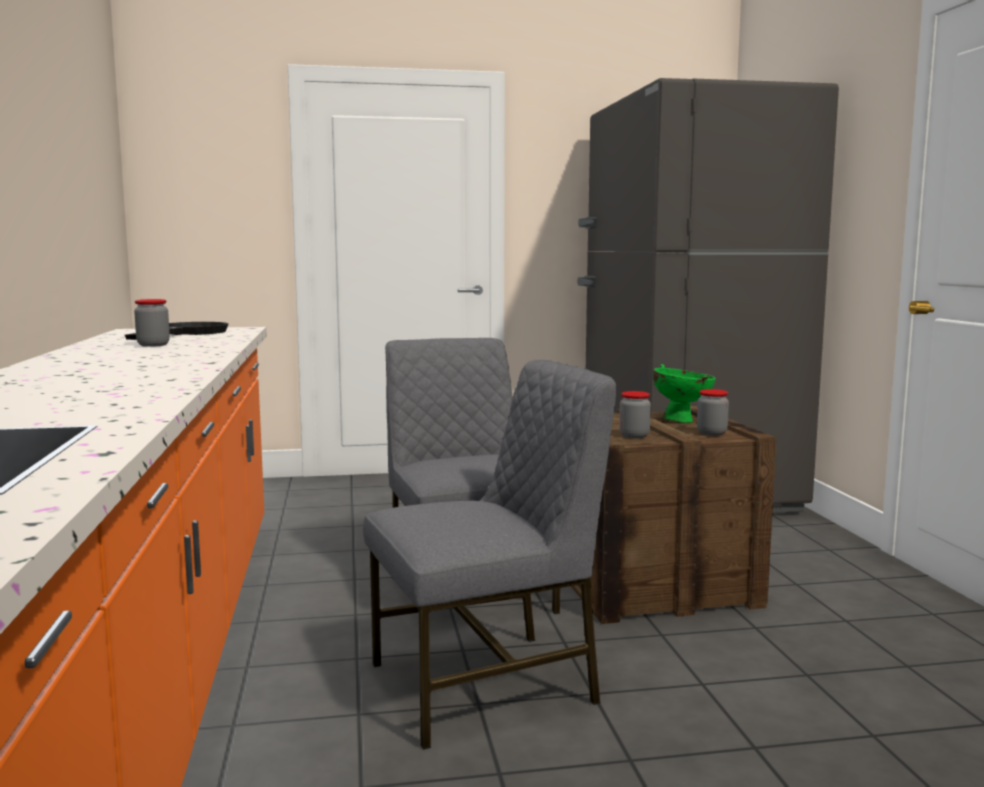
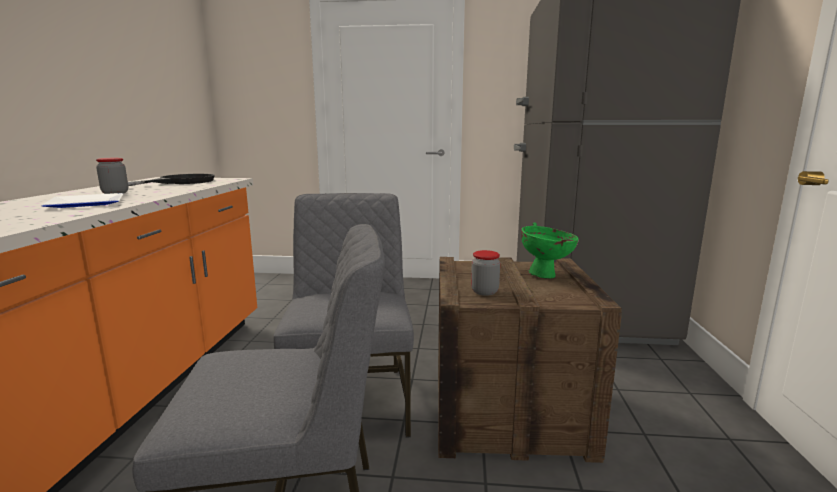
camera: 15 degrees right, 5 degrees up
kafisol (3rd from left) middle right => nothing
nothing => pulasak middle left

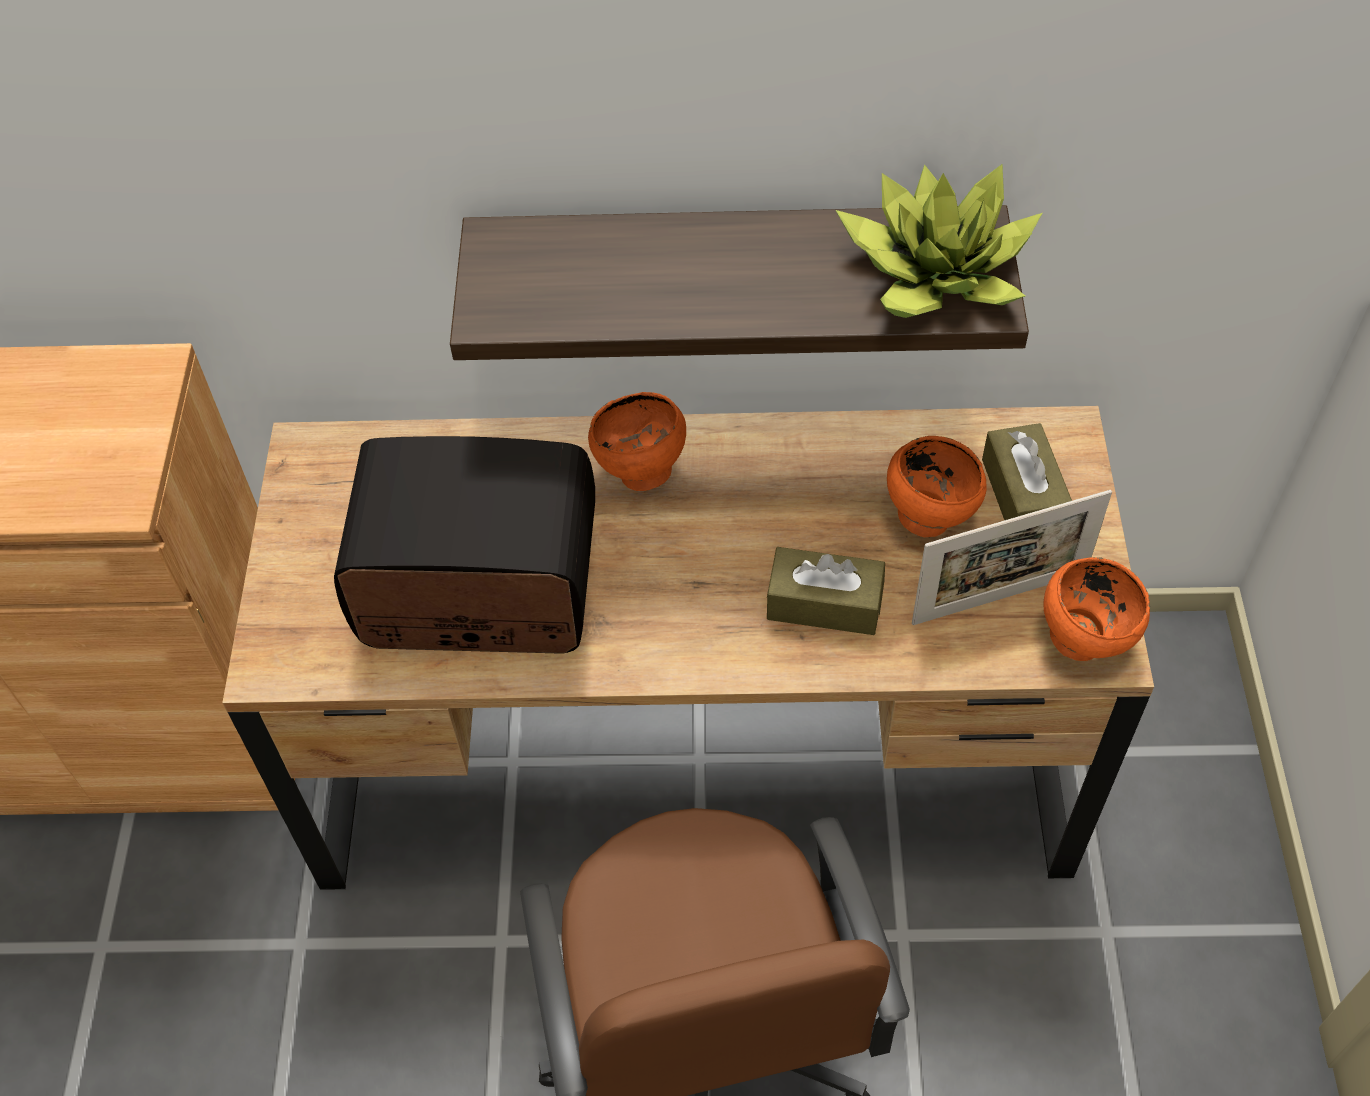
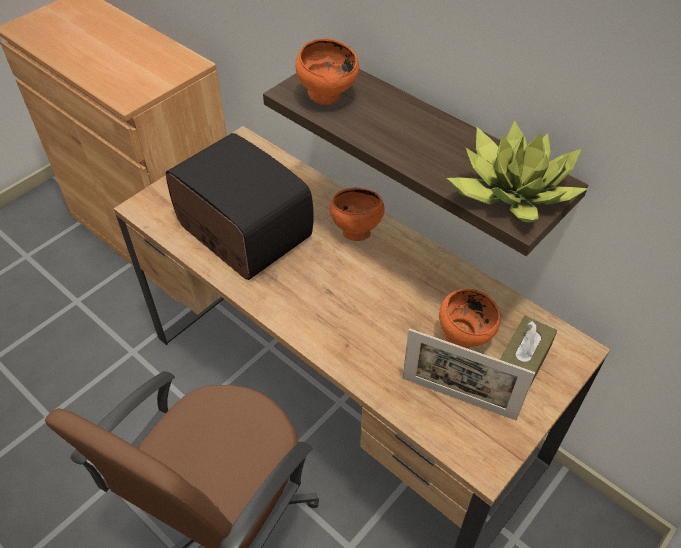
camera: 40 degrees right, 5 degrees down
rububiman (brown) (1st from left) centre => nothing
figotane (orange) (3rd from left in the first image) middle right => figotane (orange) (1st from left) top centre, move

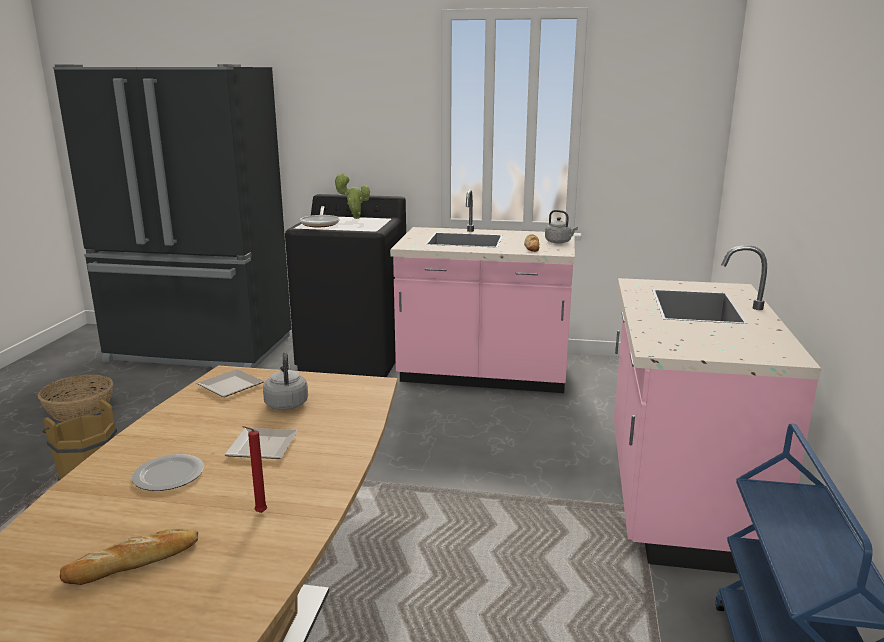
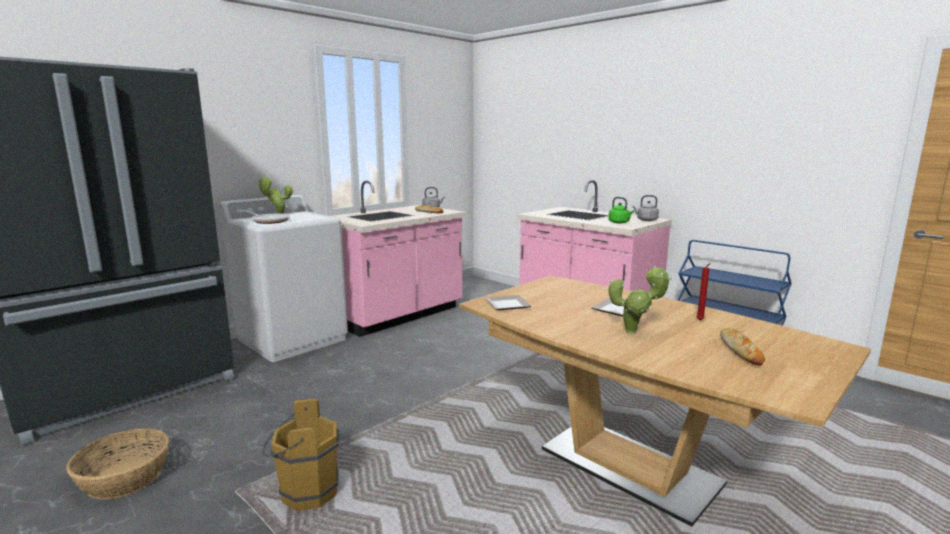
camera: 55 degrees left, 5 degrees down
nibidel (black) centre => nibidel (white) middle left
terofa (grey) (1st from left in the first image) middle left => terofa (grey) (2nd from left) middle right, move
pulasak (1st from left) bottom left => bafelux (2nd from left) middle right
nothing => terofa (green) centre

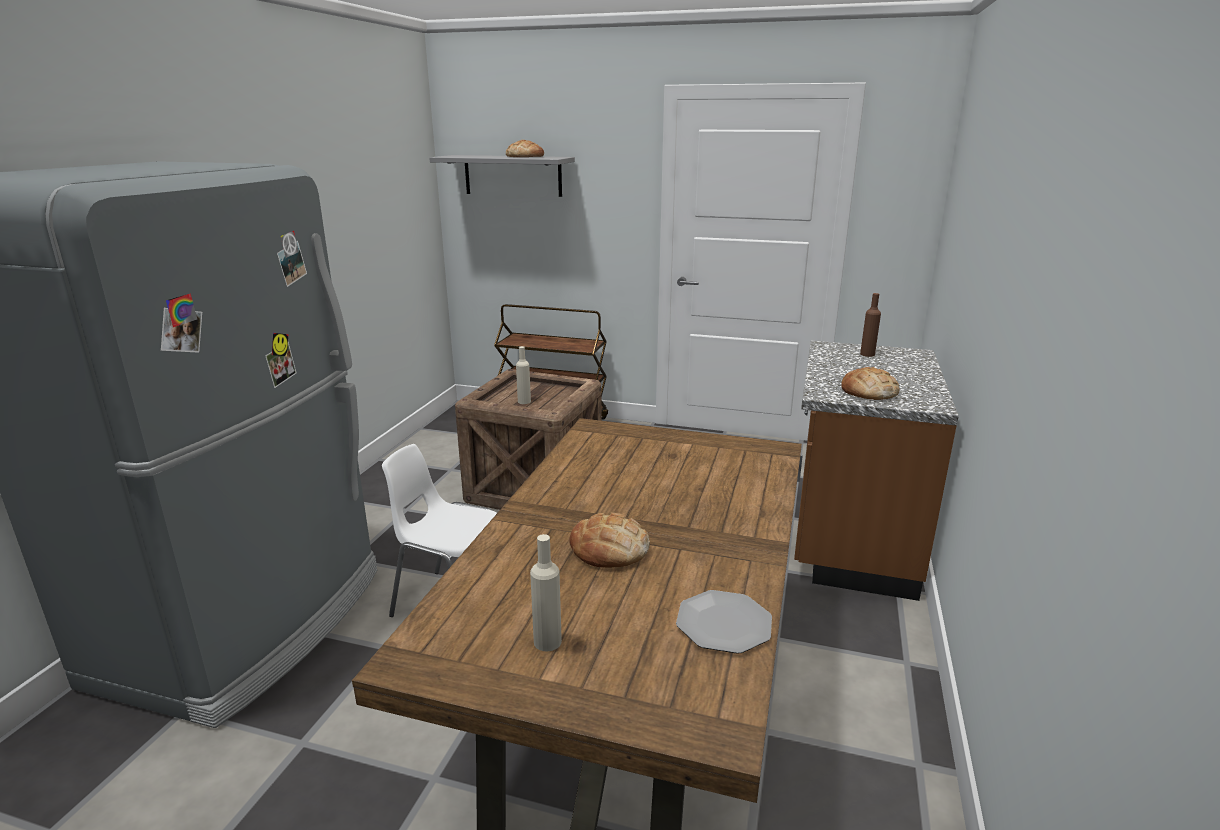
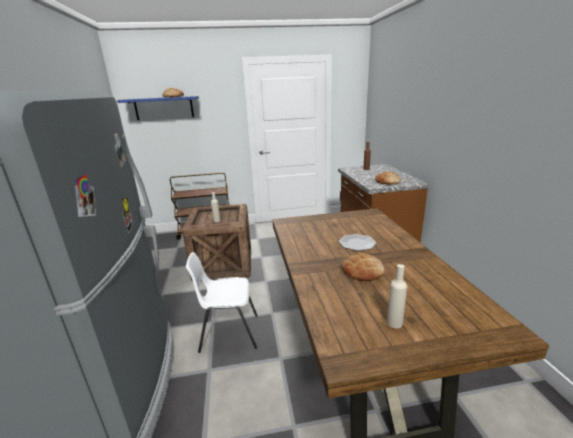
camera: 25 degrees left, 0 degrees up
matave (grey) top centre => matave (blue) top left
pulasak bottom centre => pulasak centre, move

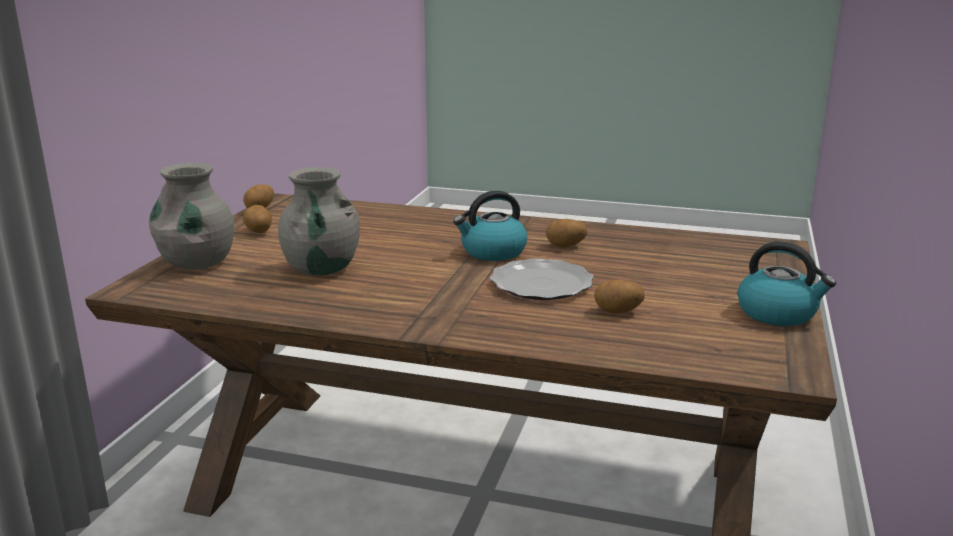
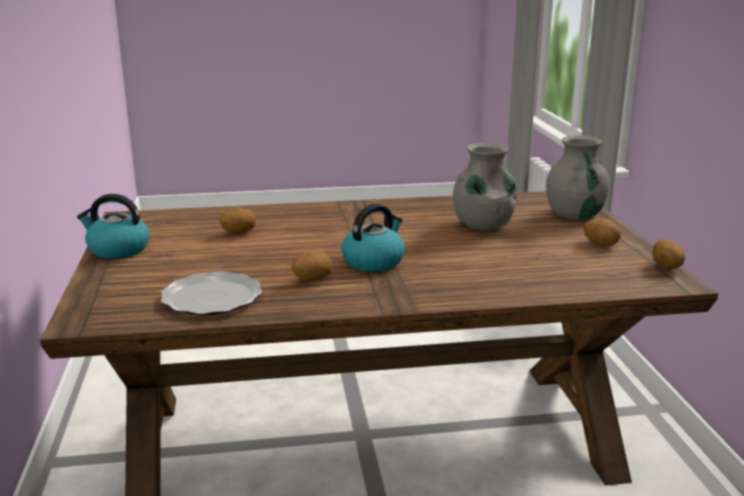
camera: 155 degrees right, 0 degrees up
pulasak centre => pulasak middle left, move

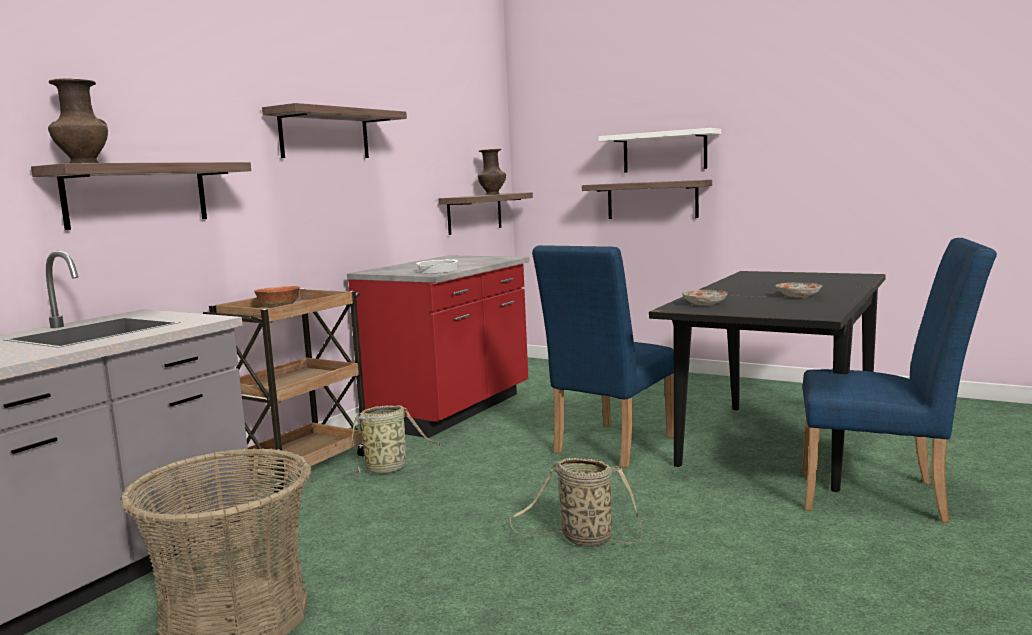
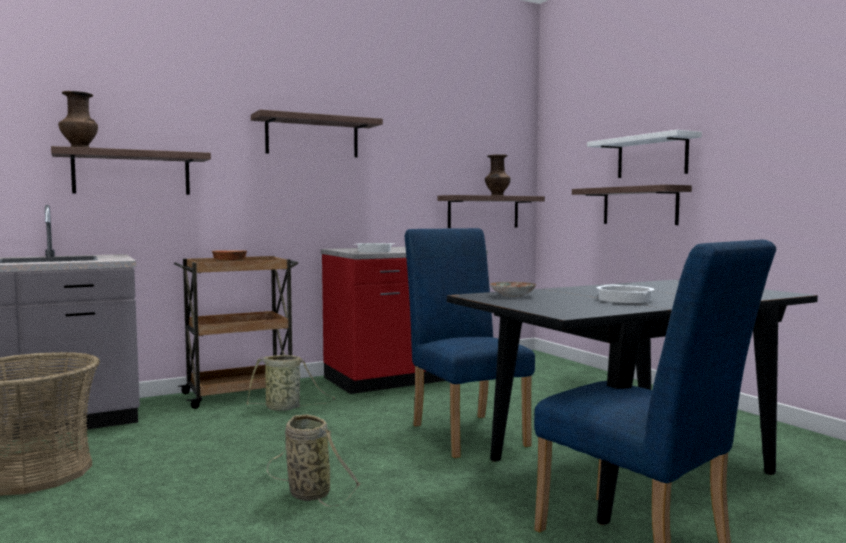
camera: 30 degrees right, 5 degrees down
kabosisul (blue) (1st from left) centre, 90 degrees clockwise
pulasak (2nd from left) middle right => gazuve (2nd from left) middle right

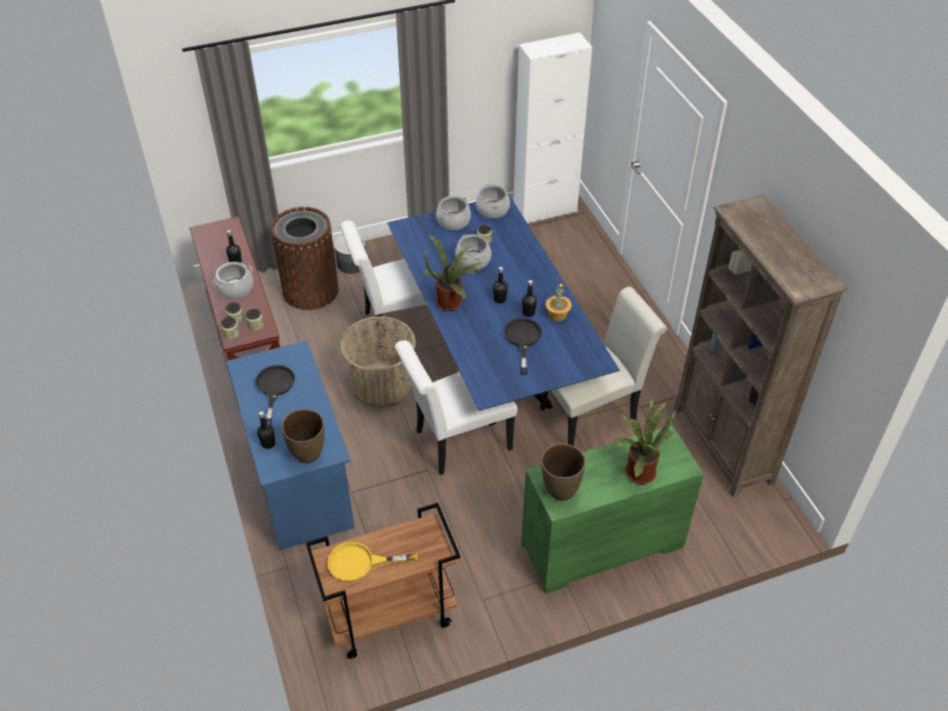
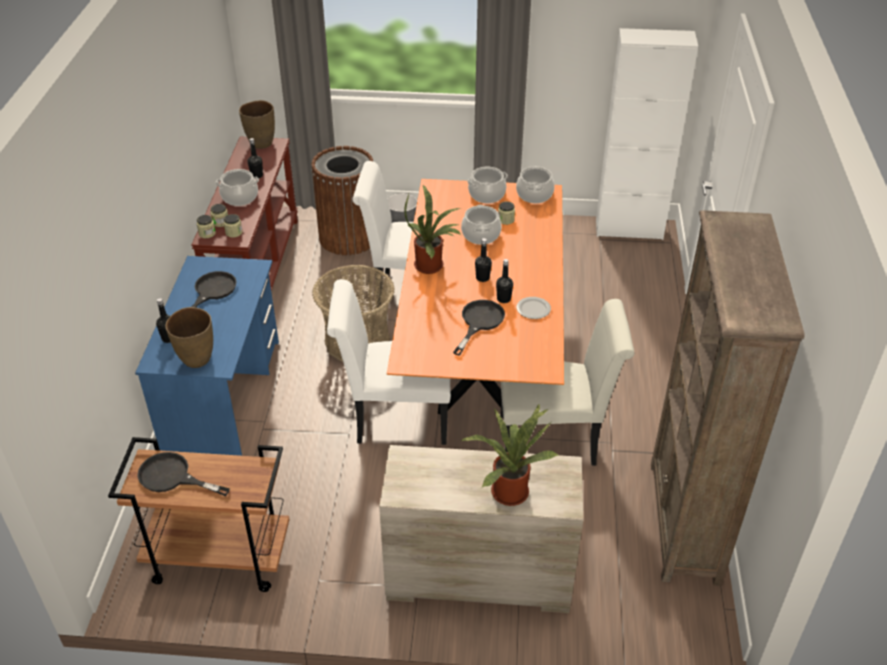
camera: 25 degrees right, 5 degrees down
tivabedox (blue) centre => tivabedox (orange) centre
bafelux (2nd from left) centre => pulasak centre
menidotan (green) bottom centre => menidotan (beige) bottom centre
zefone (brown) (2nd from left) centre => zefone (brown) (2nd from left) top left, move
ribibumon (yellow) bottom centre => ribibumon (black) (1st from left) bottom left

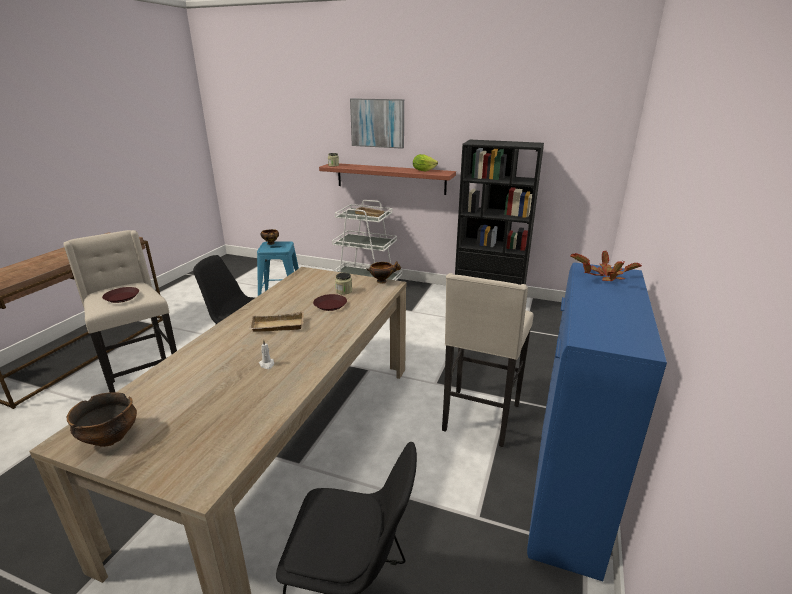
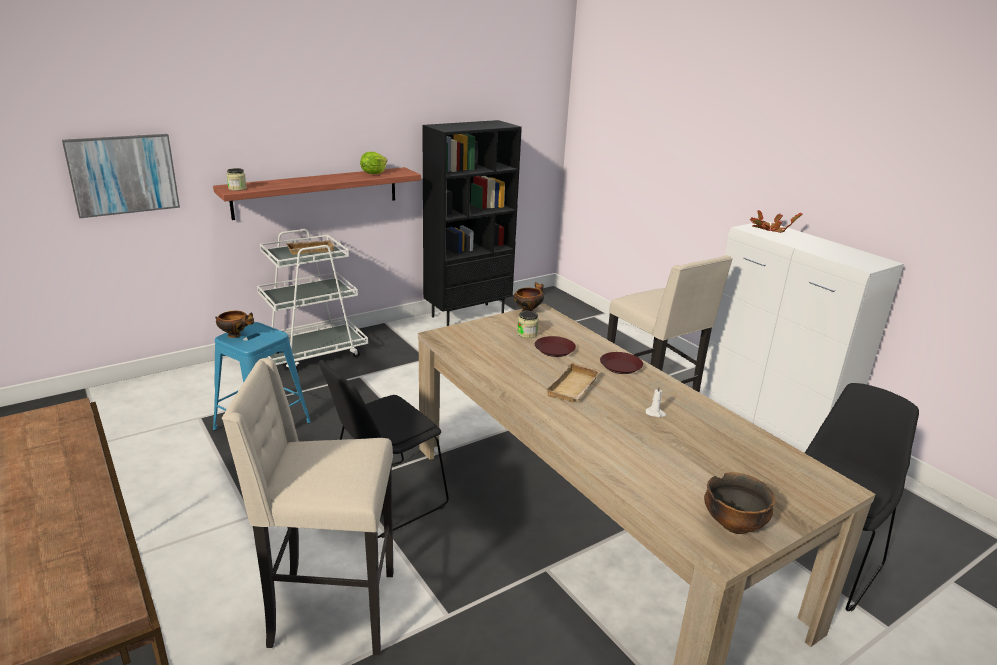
camera: 55 degrees left, 0 degrees up
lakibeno top centre => lakibeno top left, move
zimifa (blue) bottom right => zimifa (white) middle right
pulasak (brown) (1st from left in the first image) middle left => pulasak (brown) (2nd from left) centre, move

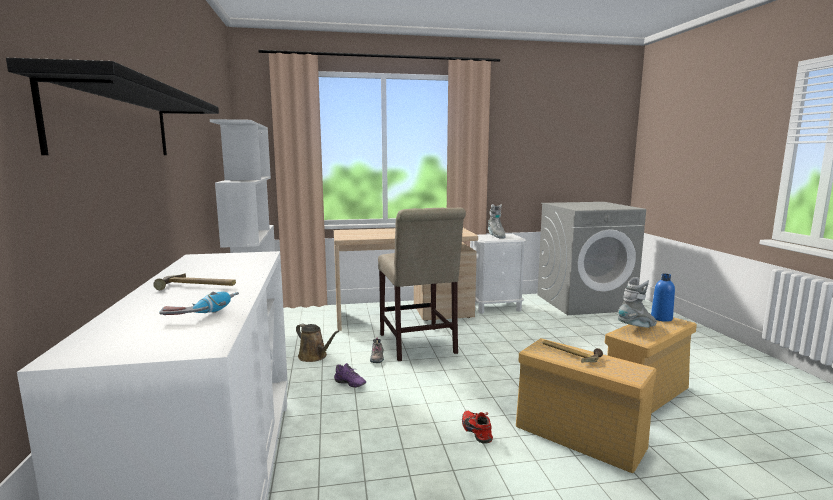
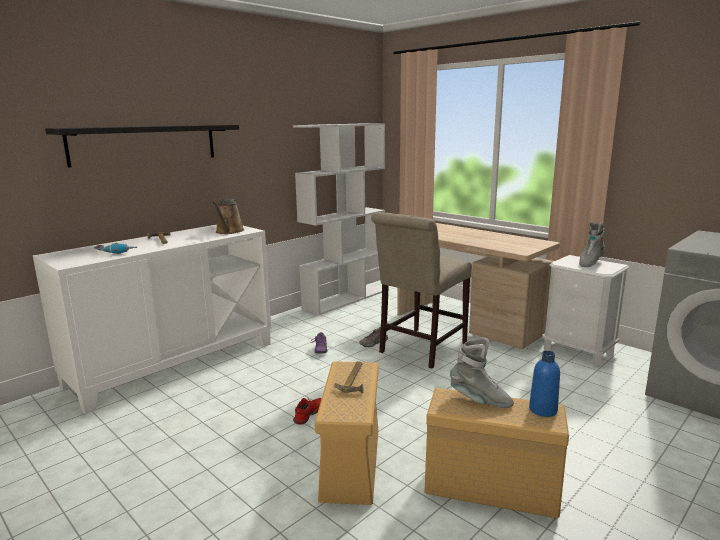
camera: 55 degrees right, 5 degrees up
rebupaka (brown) bottom centre => rebupaka (brown) middle left, move

